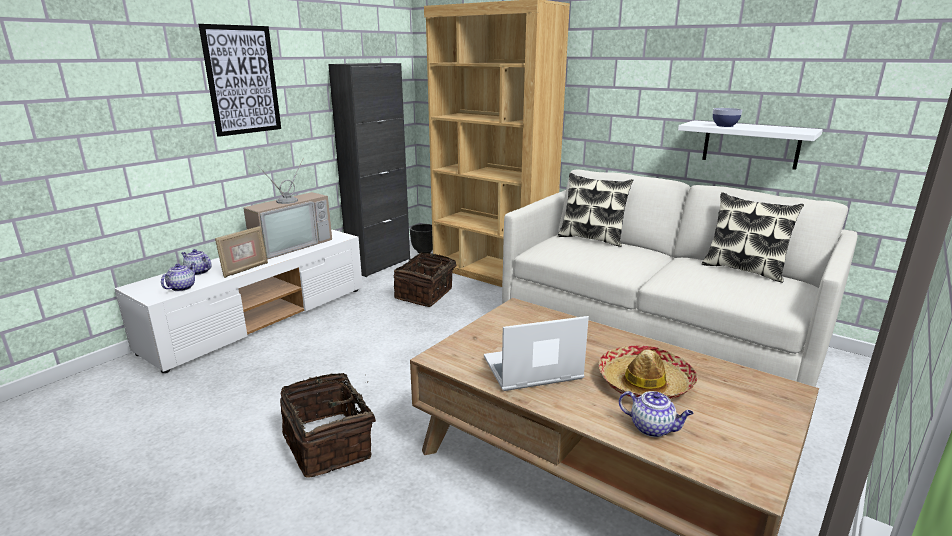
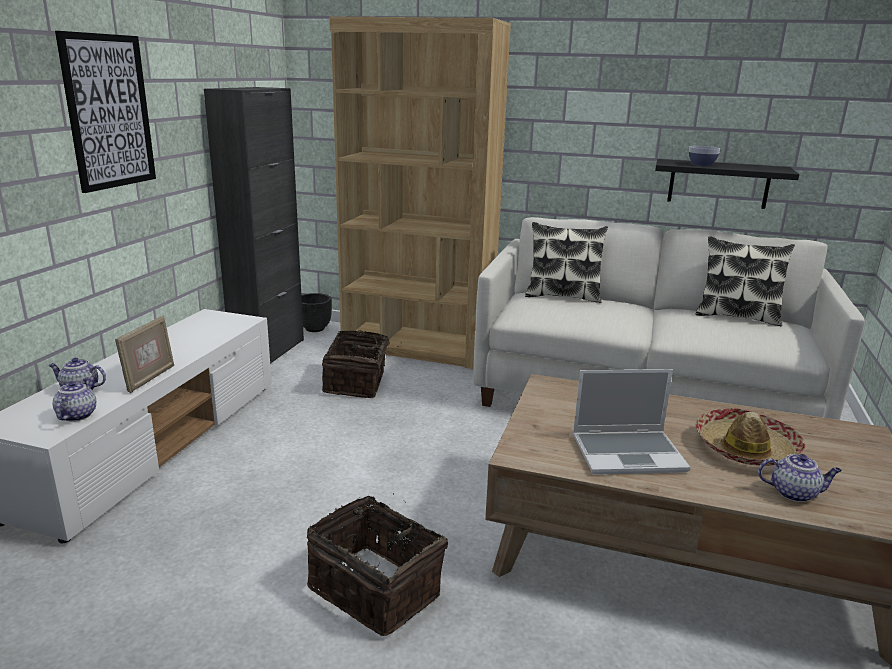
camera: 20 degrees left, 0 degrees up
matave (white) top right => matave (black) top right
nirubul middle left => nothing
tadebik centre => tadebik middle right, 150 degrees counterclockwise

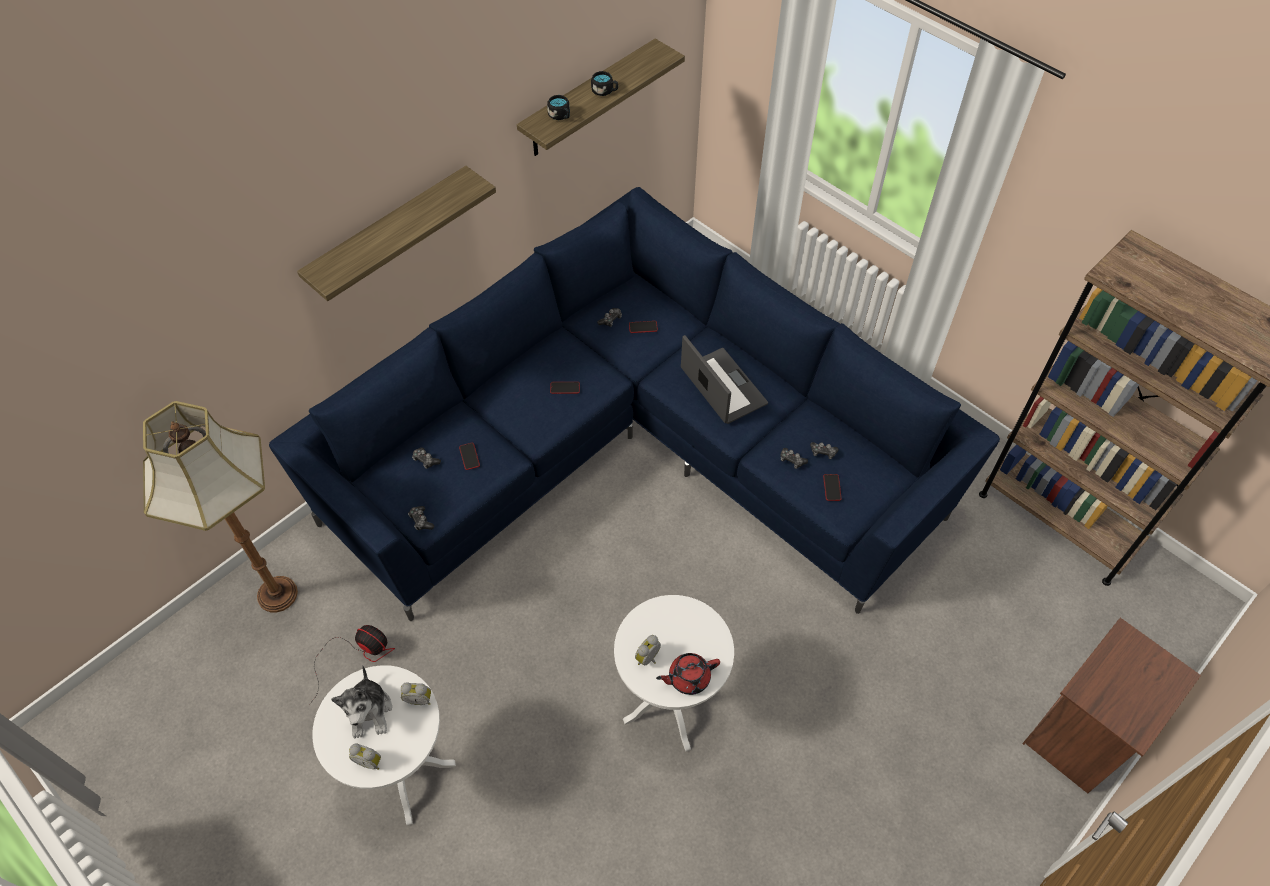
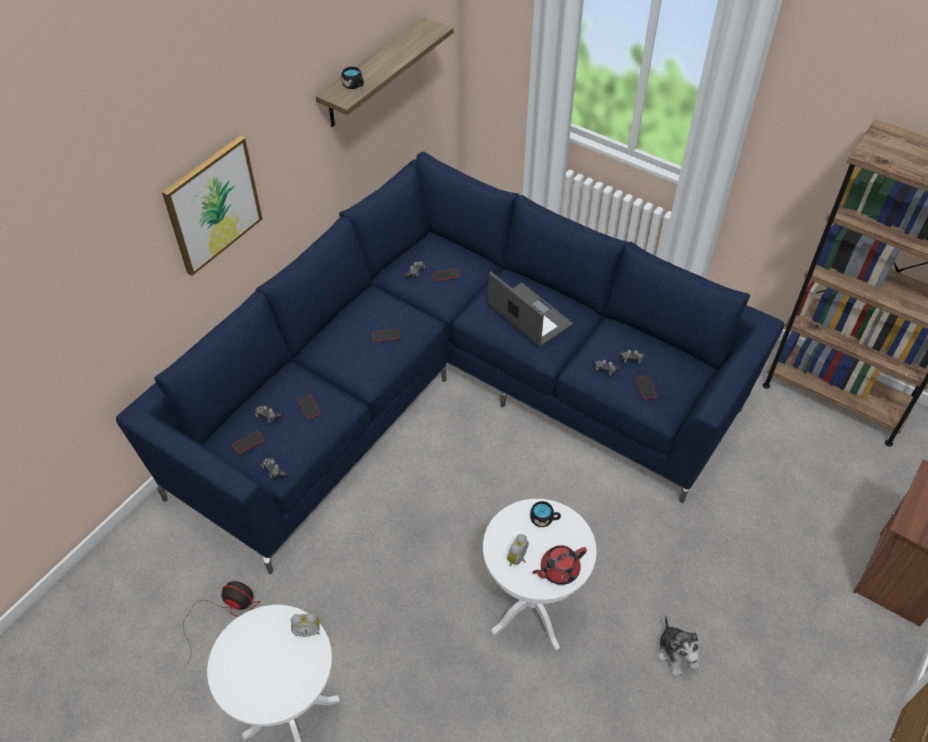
camera: 10 degrees left, 5 degrees down
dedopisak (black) (2nd from left) top centre => dedopisak (black) (2nd from left) bottom centre, move
matave (1st from left) top left => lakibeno top left
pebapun middle left => nothing
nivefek bottom left => nivefek bottom right, move
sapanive (1st from left) bottom left => nothing
nothing => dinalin (1st from left) middle left

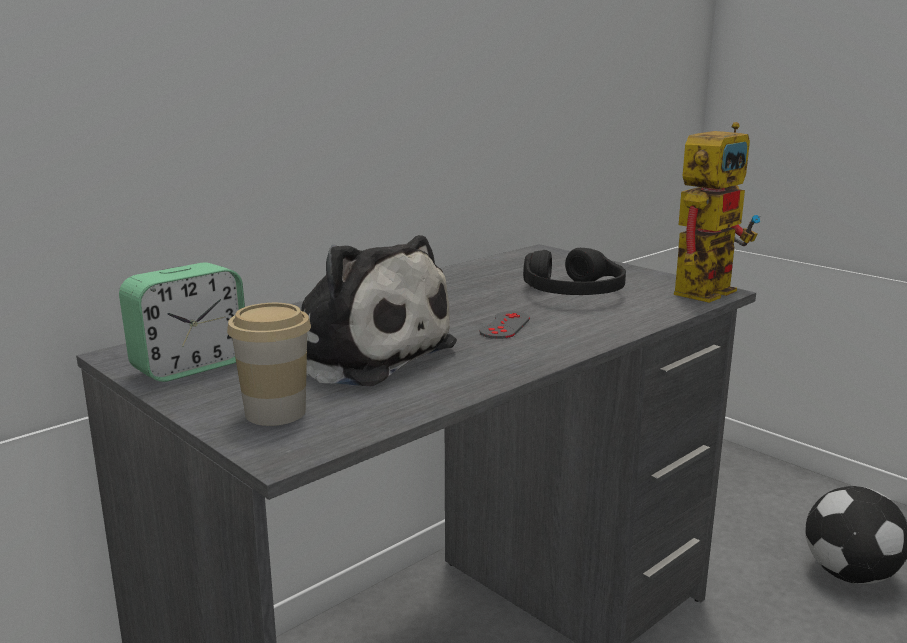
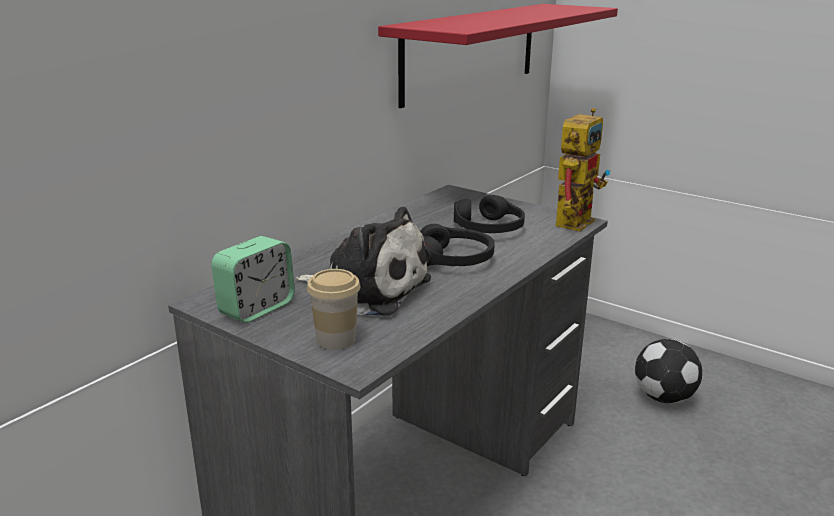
camera: 10 degrees left, 5 degrees up
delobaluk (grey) centre => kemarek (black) (1st from left) centre
nothing => matave (red) top centre

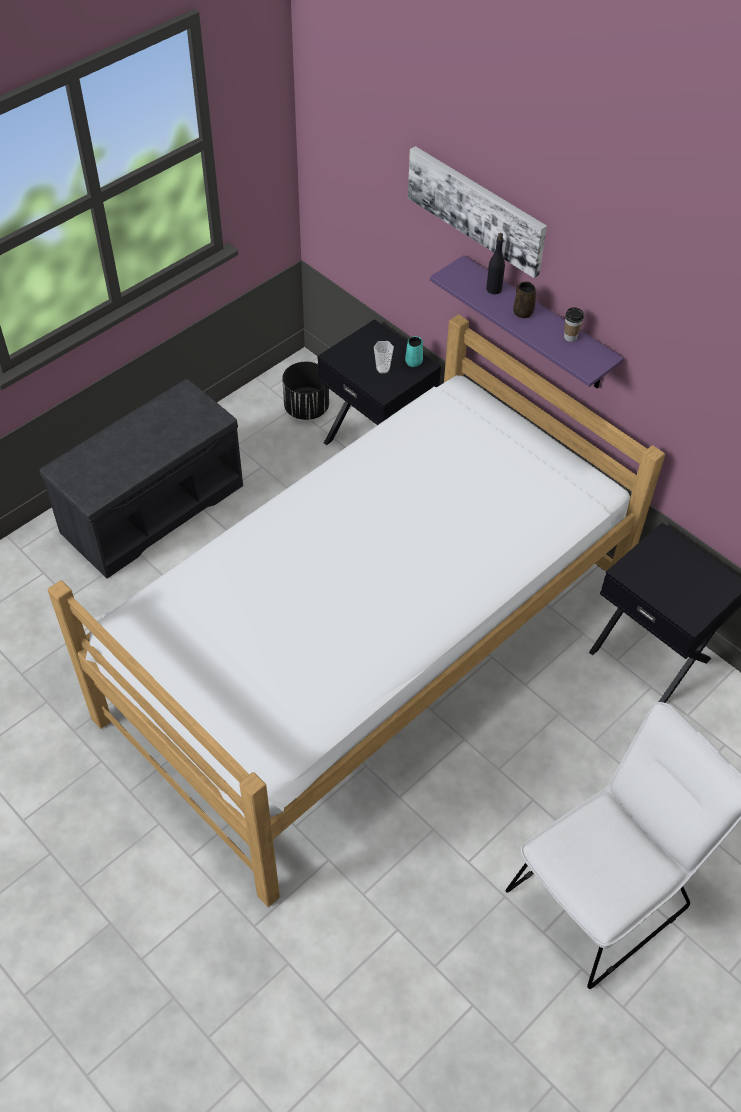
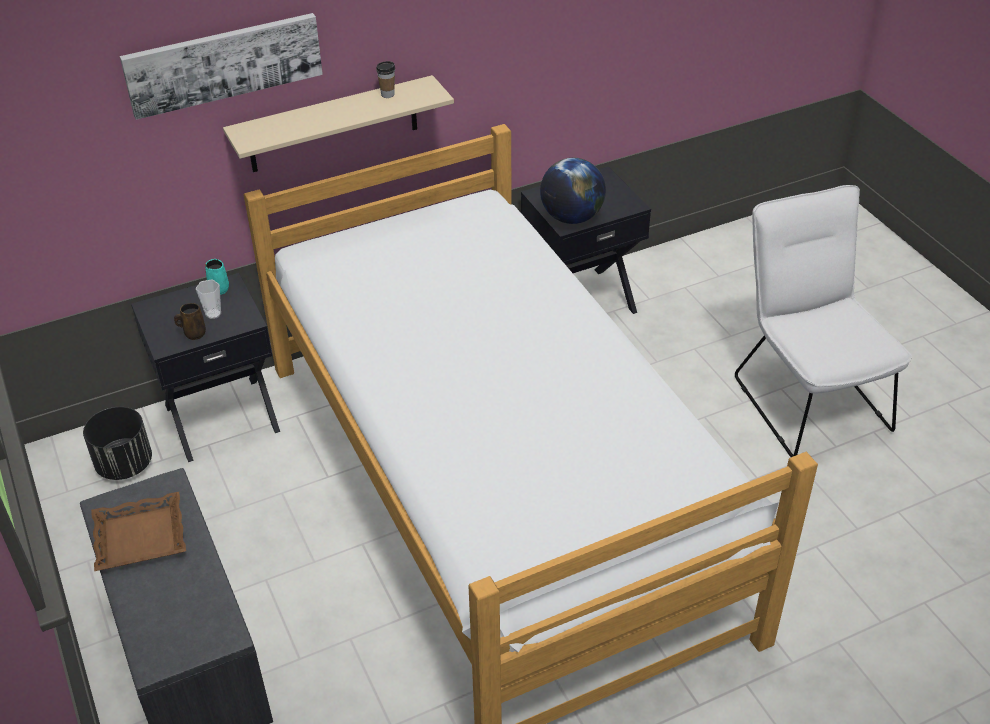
camera: 70 degrees left, 10 degrees down
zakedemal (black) top right => nothing
matave (purple) top right => matave (beige) top centre
dedopisak (brown) top right => dedopisak (brown) middle left, move
nothing => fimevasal top centre
nothing => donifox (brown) bottom left

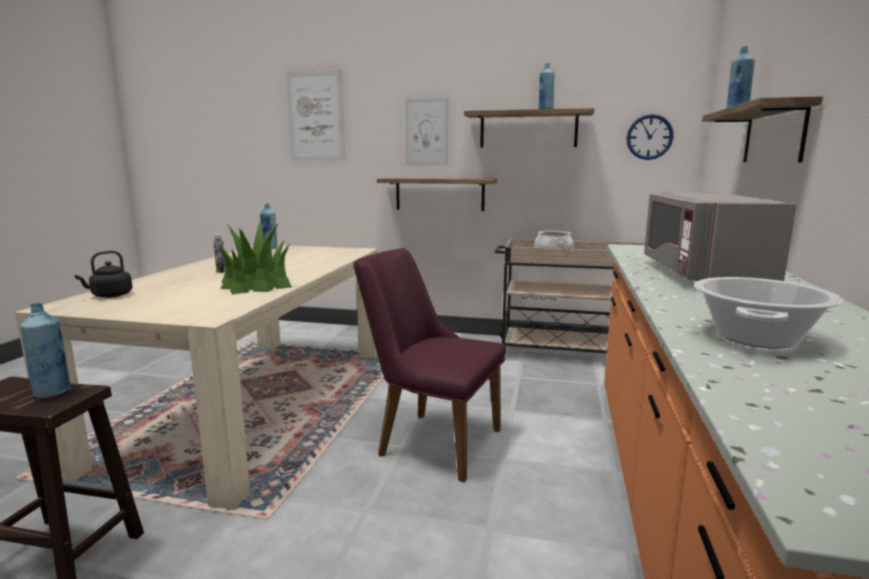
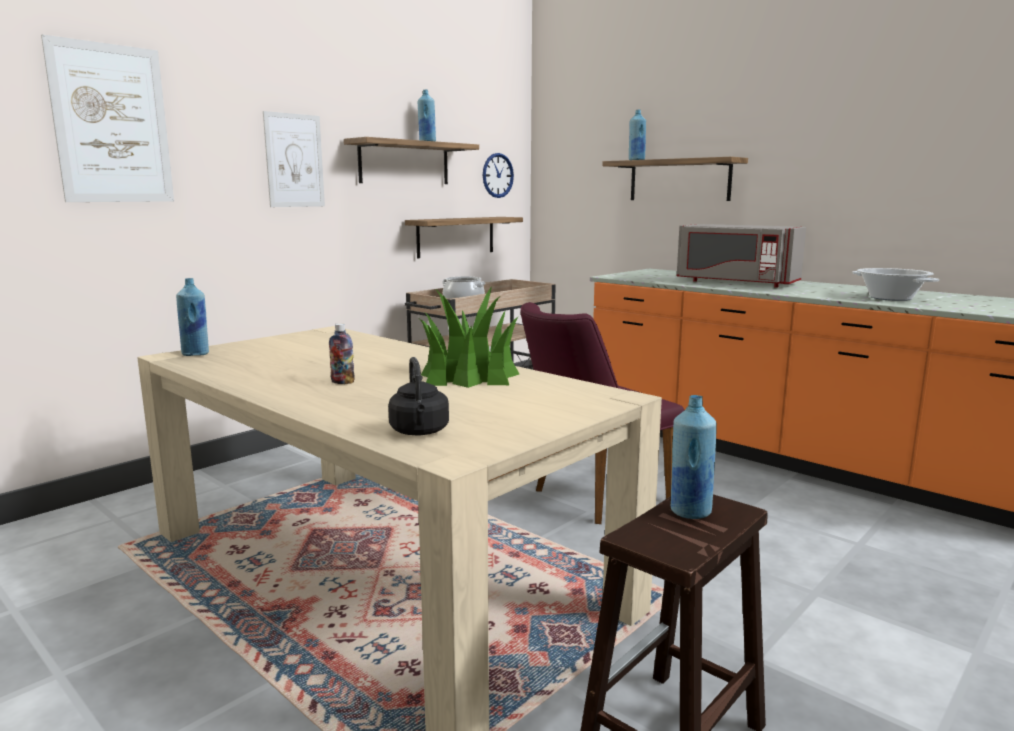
camera: 60 degrees left, 0 degrees up
matave (1st from left in the first image) centre => matave (2nd from left) top centre, move

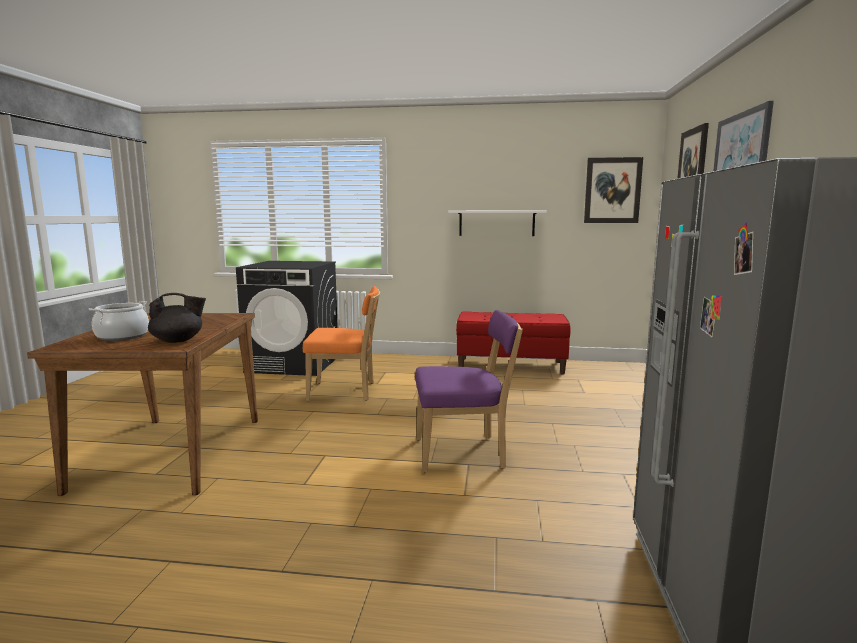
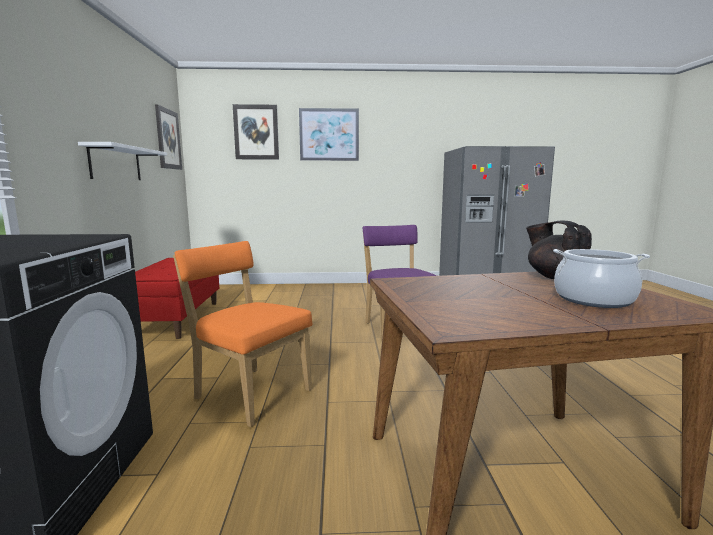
camera: 100 degrees left, 0 degrees up
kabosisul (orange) centre, 45 degrees counterclockwise

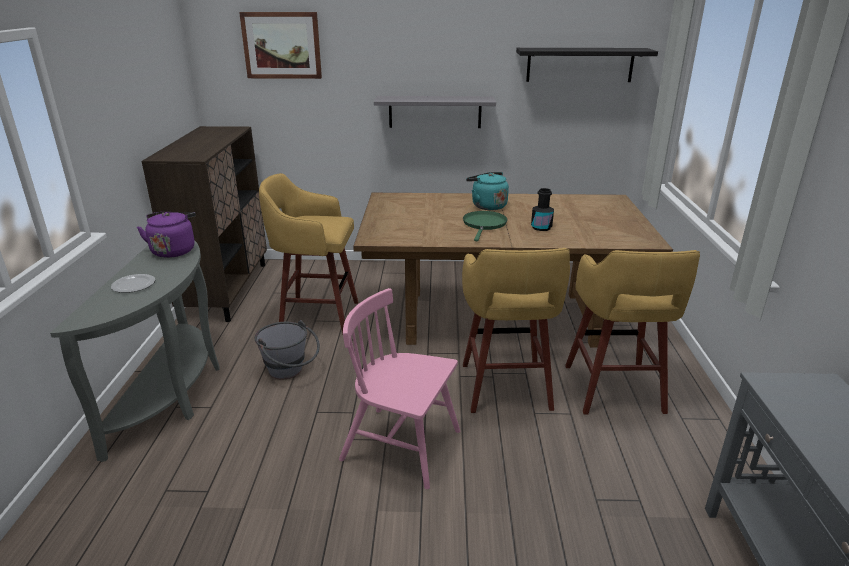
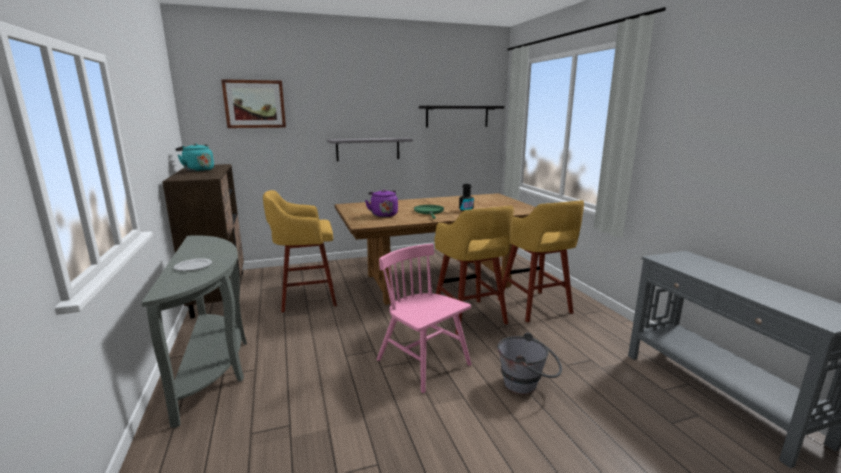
camera: 20 degrees left, 10 degrees down
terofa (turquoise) centre => terofa (turquoise) top left, move
terofa (purple) middle left => terofa (purple) centre, move
kabosisul (pink) bottom centre, 45 degrees clockwise
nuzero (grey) centre => nuzero (grey) bottom centre, move

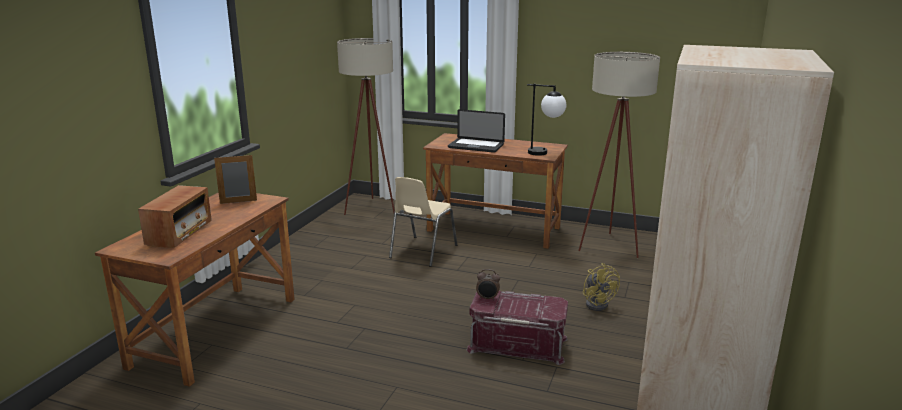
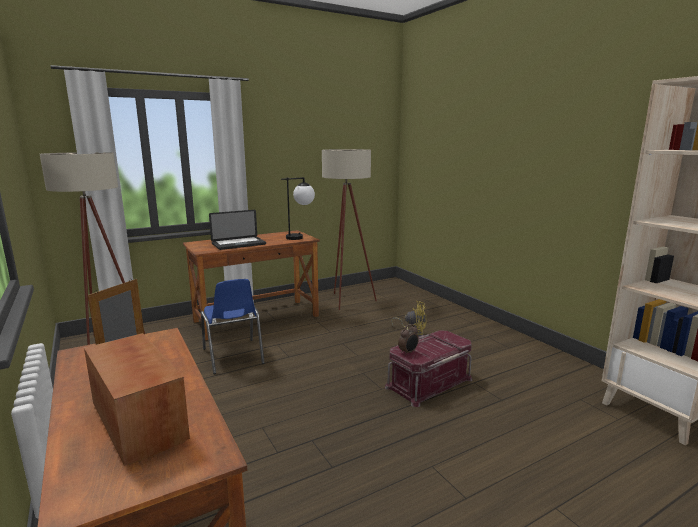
camera: 50 degrees left, 5 degrees down
kabosisul (beige) centre => kabosisul (blue) centre

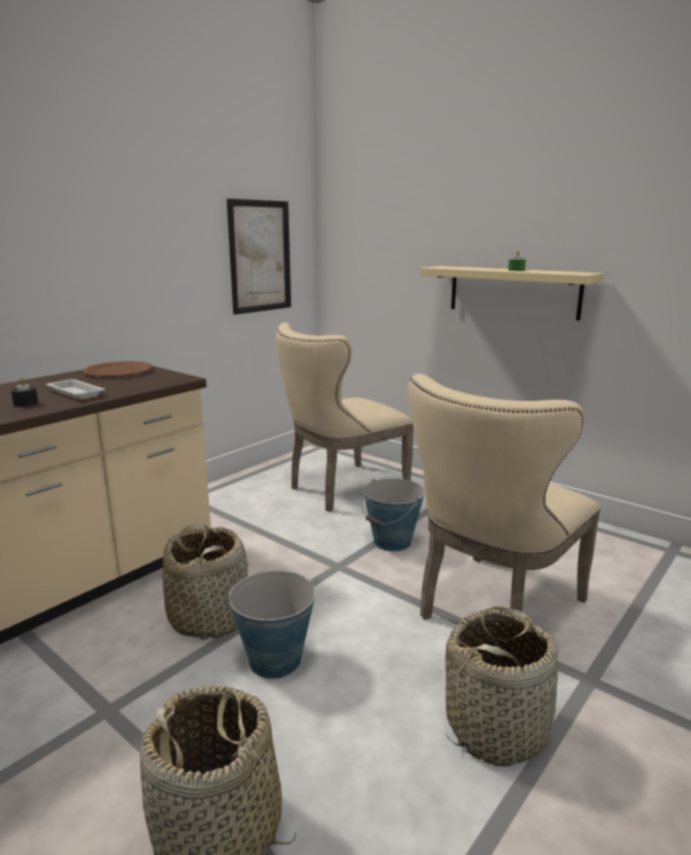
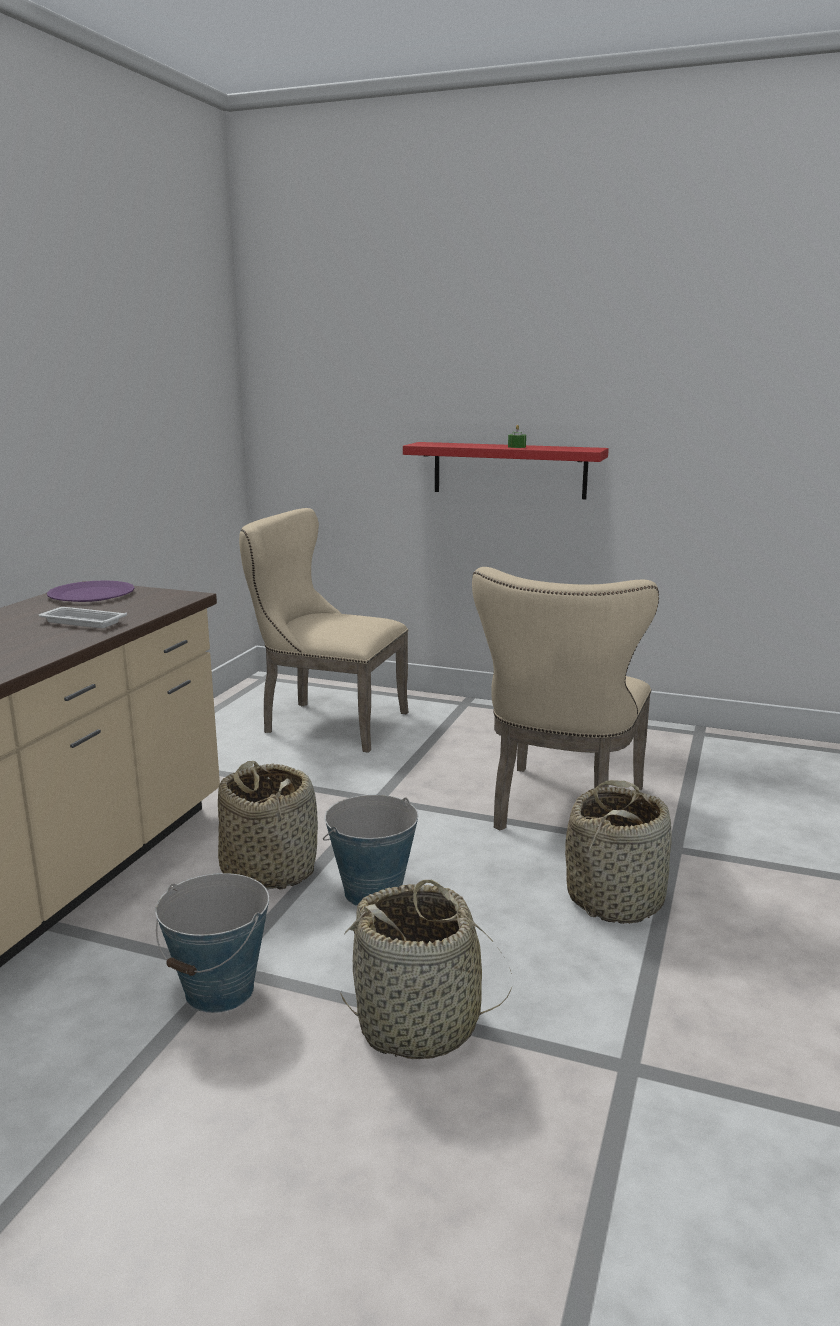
camera: 20 degrees left, 0 degrees up
lakibeno top centre => nothing
matave (beige) middle right => matave (red) centre
kabosisul (beige) (1st from left) centre, 75 degrees clockwise
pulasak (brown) middle left => pulasak (purple) middle left
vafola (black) middle left => nothing
nuzero (2nd from left in the first image) centre => nuzero (1st from left) bottom left, move

